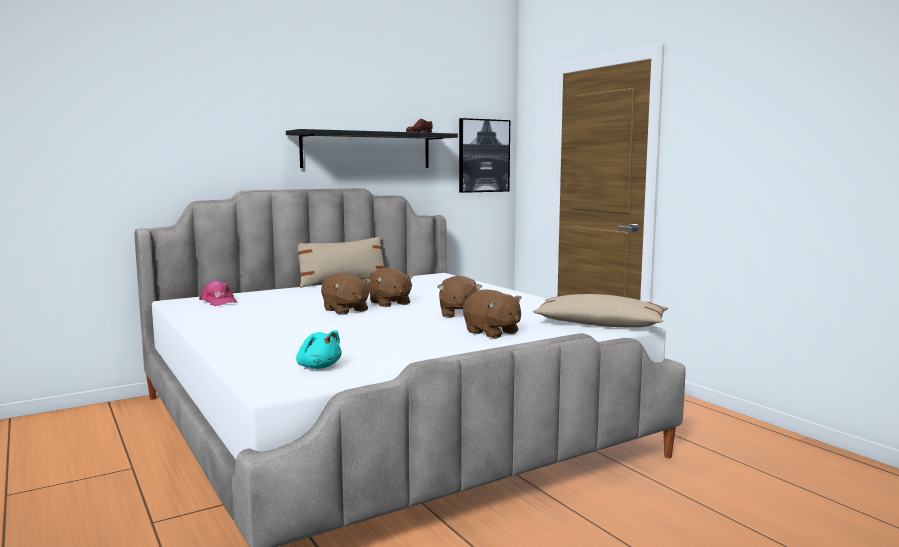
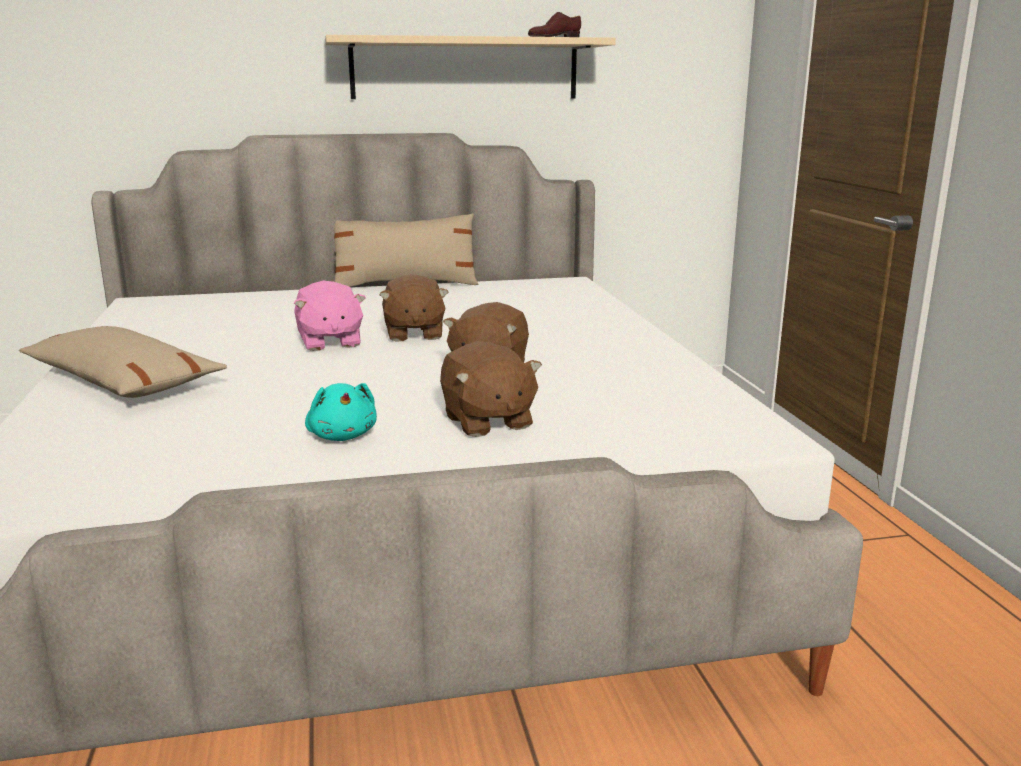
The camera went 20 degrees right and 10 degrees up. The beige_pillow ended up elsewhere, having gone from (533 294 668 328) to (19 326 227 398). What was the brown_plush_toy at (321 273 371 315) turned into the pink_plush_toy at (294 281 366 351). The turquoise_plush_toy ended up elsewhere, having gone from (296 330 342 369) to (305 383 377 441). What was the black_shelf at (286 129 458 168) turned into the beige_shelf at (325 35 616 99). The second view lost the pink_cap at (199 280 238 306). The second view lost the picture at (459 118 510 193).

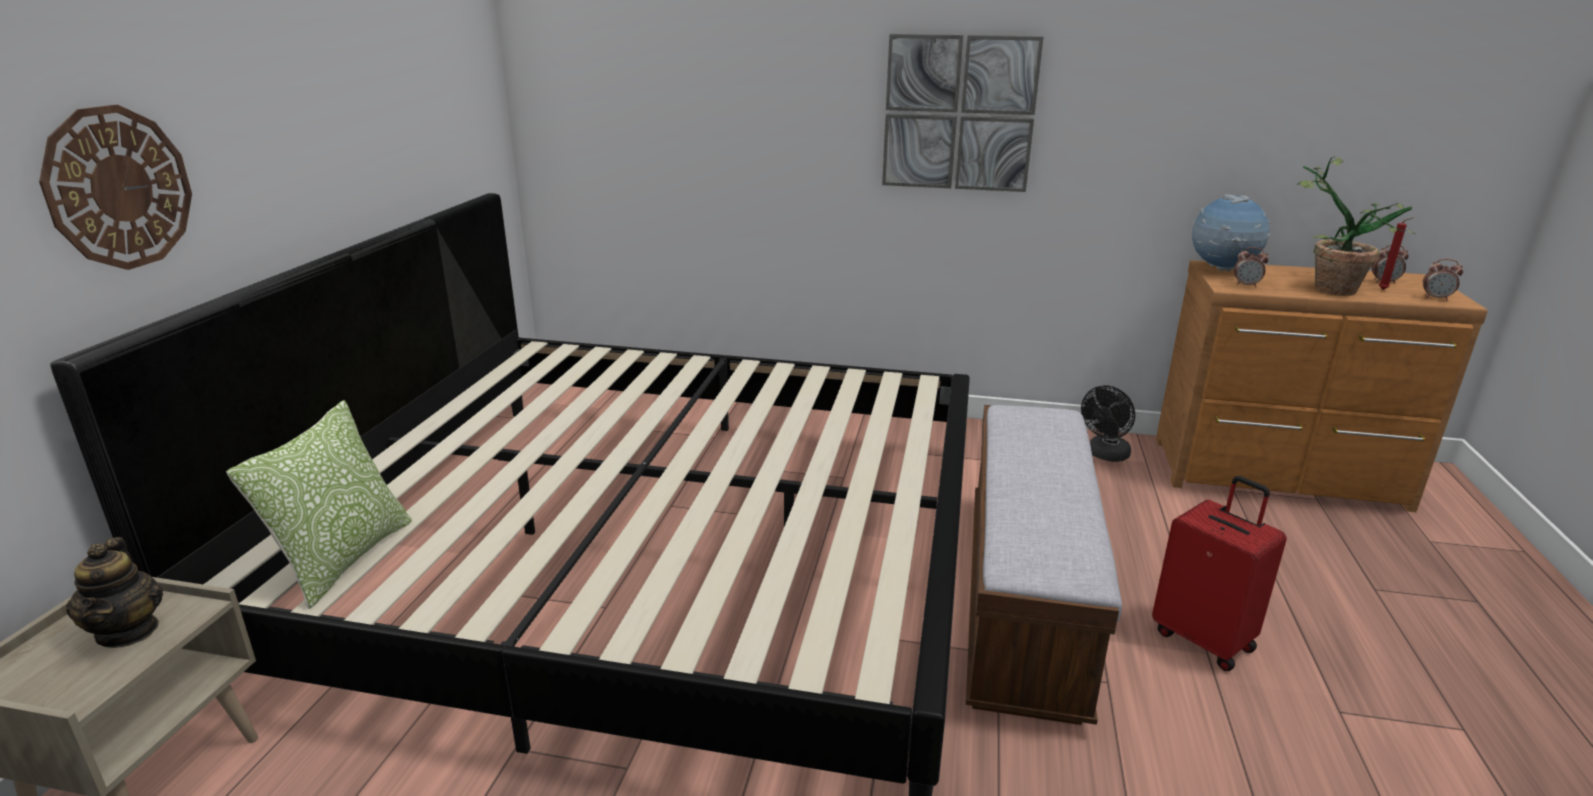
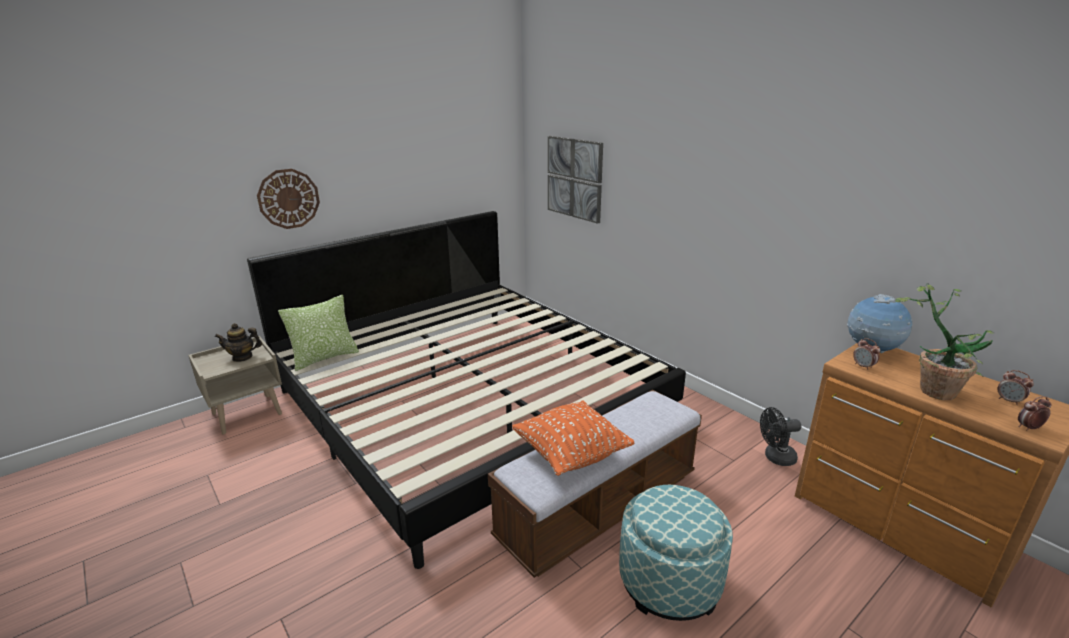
The camera went 40 degrees right and 0 degrees up. The teapot at (66 537 163 648) ended up facing another way, 60 degrees clockwise from before. The second view gained the orange_pillow at (512 400 634 476). The picture ended up elsewhere, having gone from (882 34 1043 192) to (548 136 603 224). Where the red_suitcase stood at (1152 476 1287 671), the ottoman came to stand at (619 485 733 621). The alarm_clock at (1423 259 1463 301) ended up facing another way, 105 degrees clockwise from before. The second view lost the red_candle at (1379 217 1414 290).

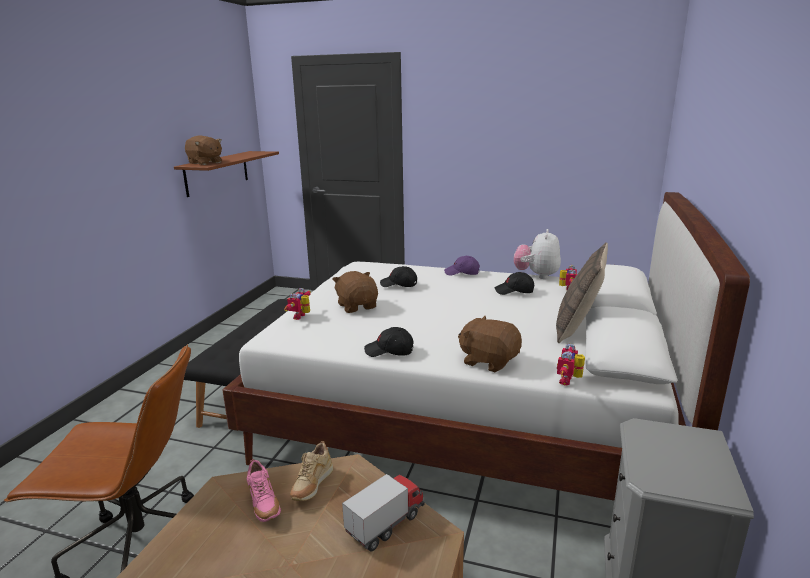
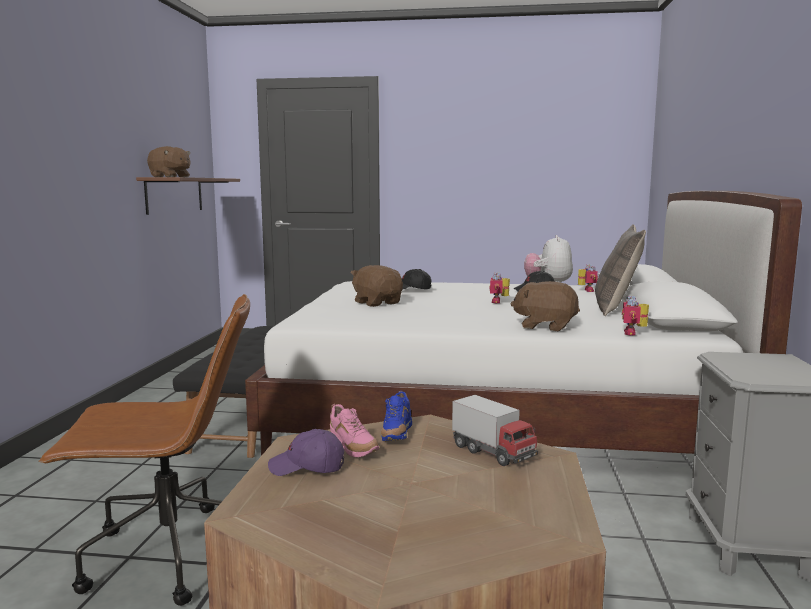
The camera went 10 degrees left and 10 degrees down. The purple_cap ended up elsewhere, having gone from (444 256 480 276) to (268 429 344 476). What was the beige_shoe at (290 441 333 501) turned into the blue_shoe at (381 391 412 441). The toy_truck at (342 474 424 552) ended up facing another way, 105 degrees clockwise from before. The toy_robot ended up elsewhere, having gone from (284 288 311 320) to (490 272 510 303). The second view lost the black_cap at (364 327 414 357).

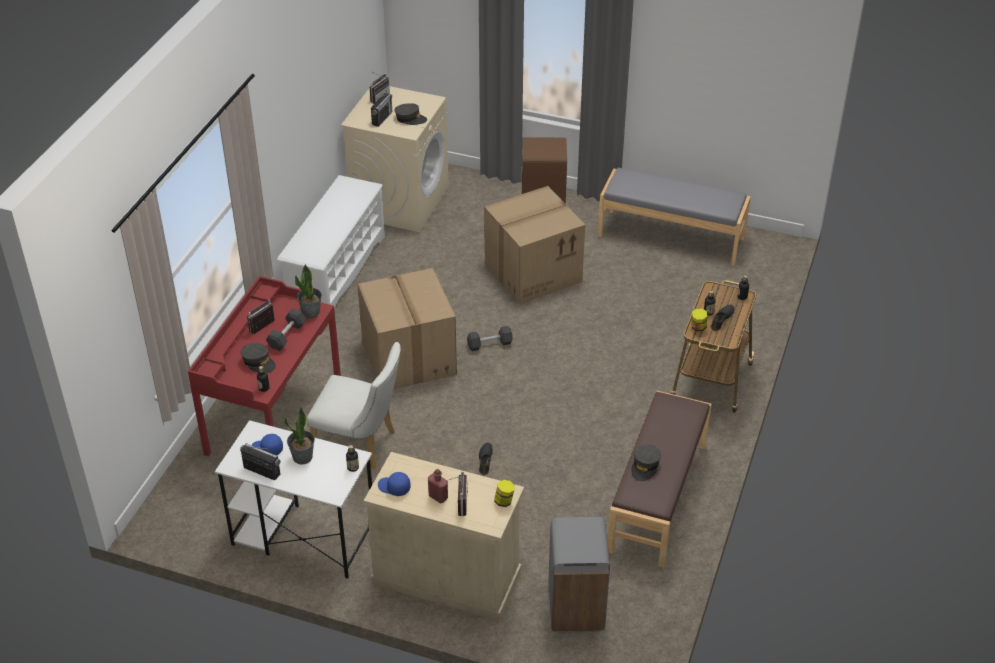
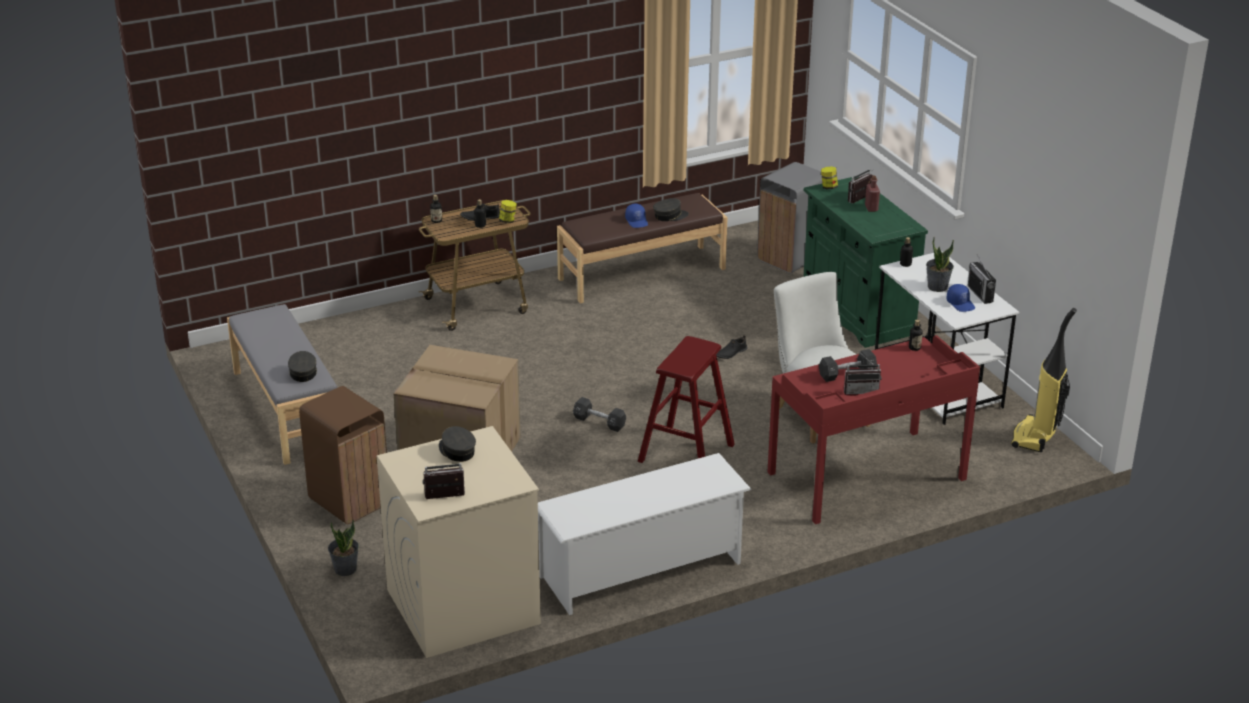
The camera went 135 degrees left and 10 degrees down. The grey_cap ended up elsewhere, having gone from (241 343 276 373) to (288 351 317 382). The potted_plant ended up elsewhere, having gone from (295 264 322 318) to (328 520 359 576). The blue_cap ended up elsewhere, having gone from (378 472 411 496) to (625 204 648 228). Where the cardboard_box stood at (358 268 457 389), the red_stool came to stand at (638 336 735 463). What was the beige_cabinet at (363 452 524 621) turned into the green_cabinet at (803 177 928 348). The second view gained the vacuum_cleaner at (1011 308 1077 452). The second view lost the radio at (371 93 392 127).

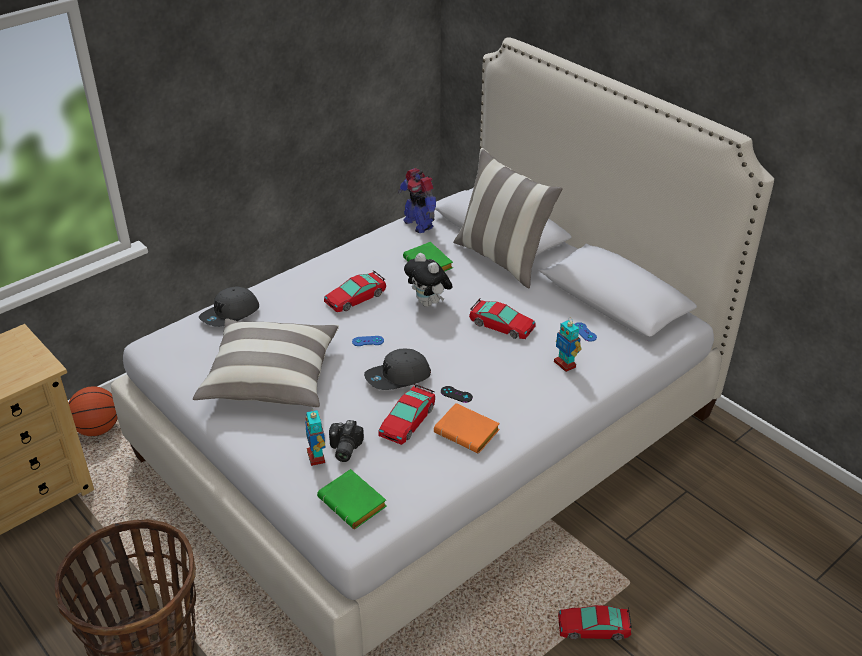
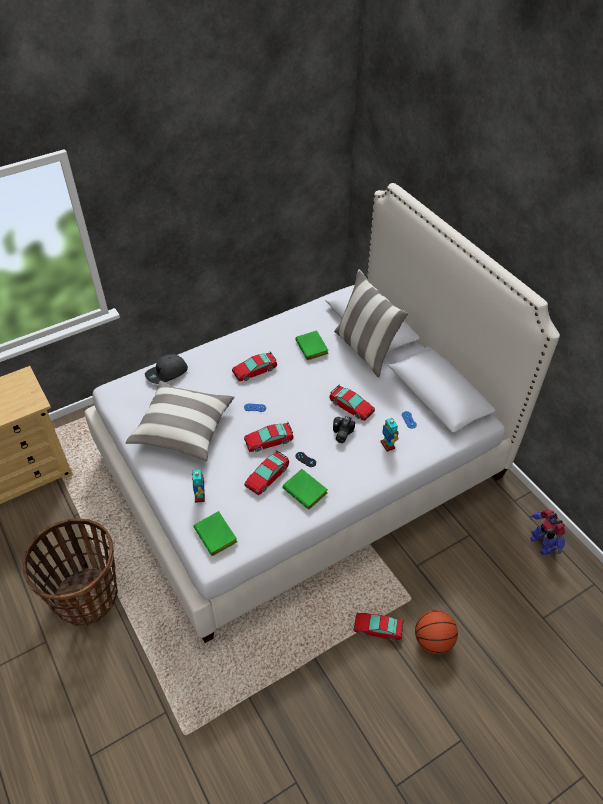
The camera went 10 degrees right and 10 degrees up. Where the grey_cap stood at (364 349 431 390), the toy_car came to stand at (244 422 294 452). What was the orange_book at (434 403 500 454) turned into the green_book at (282 469 328 510). The photo_camera ended up elsewhere, having gone from (329 420 364 462) to (333 416 355 443). The basketball ended up elsewhere, having gone from (68 386 118 436) to (415 610 458 654). The toy_robot ended up elsewhere, having gone from (398 168 436 233) to (529 510 565 555). The second view lost the plush_toy at (404 253 452 307).

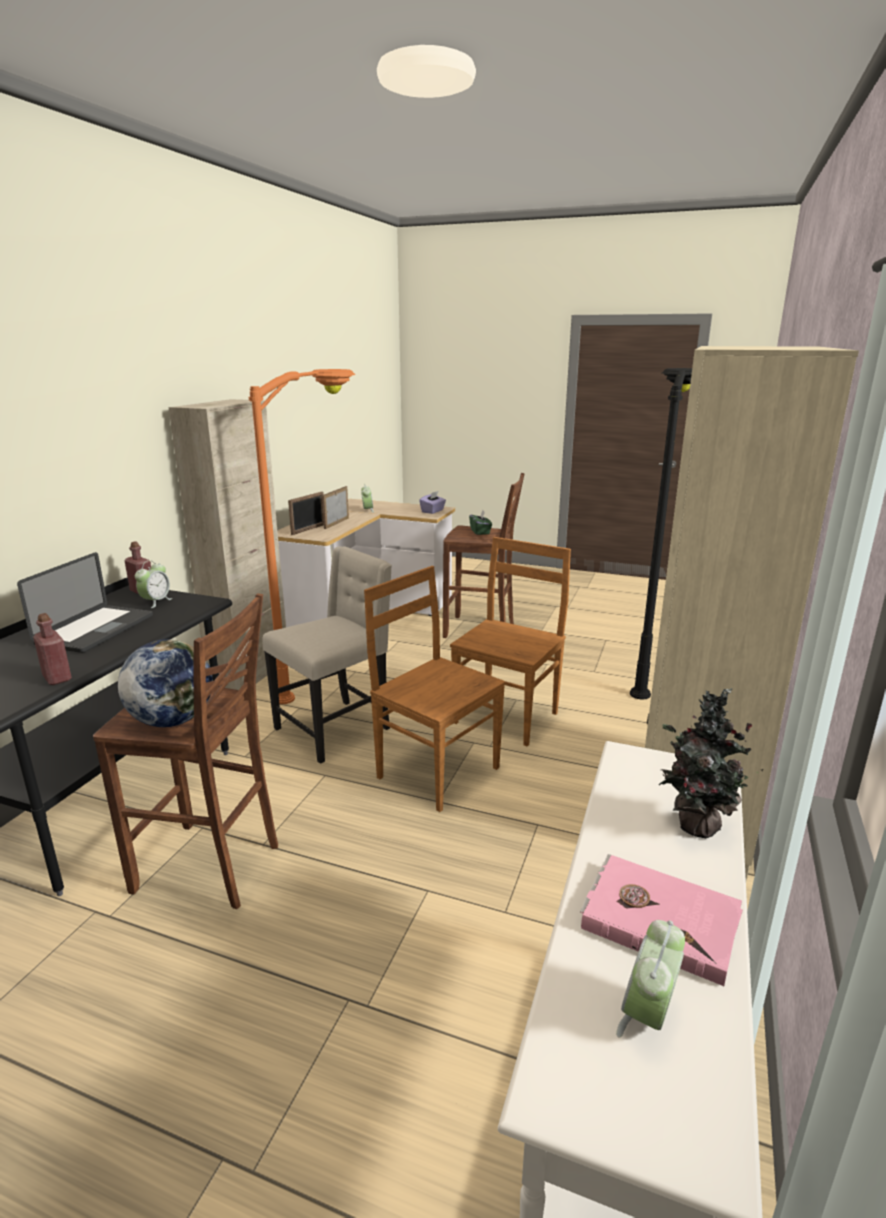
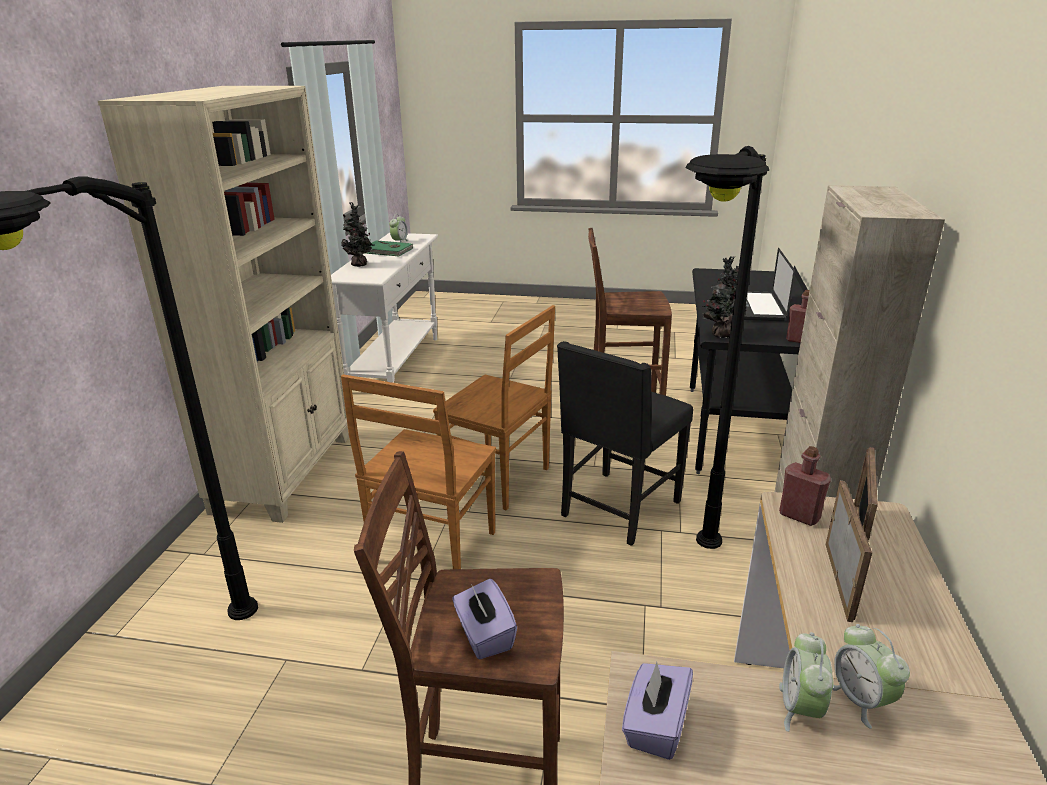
The camera went 170 degrees right and 5 degrees up. What was the pink_book at (580 854 743 986) turned into the green_book at (365 240 413 257). What was the green_tissue_box at (469 510 492 535) turned into the purple_tissue_box at (452 579 517 659). What was the beige_chair at (262 546 392 764) turned into the black_chair at (557 341 693 546). What was the orange_floor_lamp at (249 369 355 704) turned into the black_floor_lamp at (685 146 769 549). The second view gained the potted_plant at (702 256 747 338). The red_bottle ended up elsewhere, having gone from (33 613 72 685) to (779 446 831 526). The alarm_clock ended up elsewhere, having gone from (135 560 173 608) to (779 632 834 732). The second view lost the globe at (118 639 213 727).

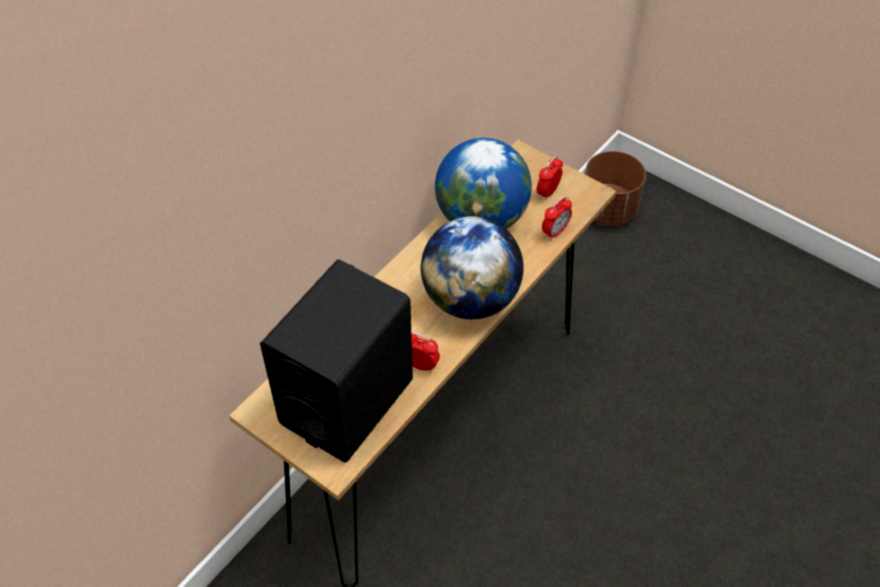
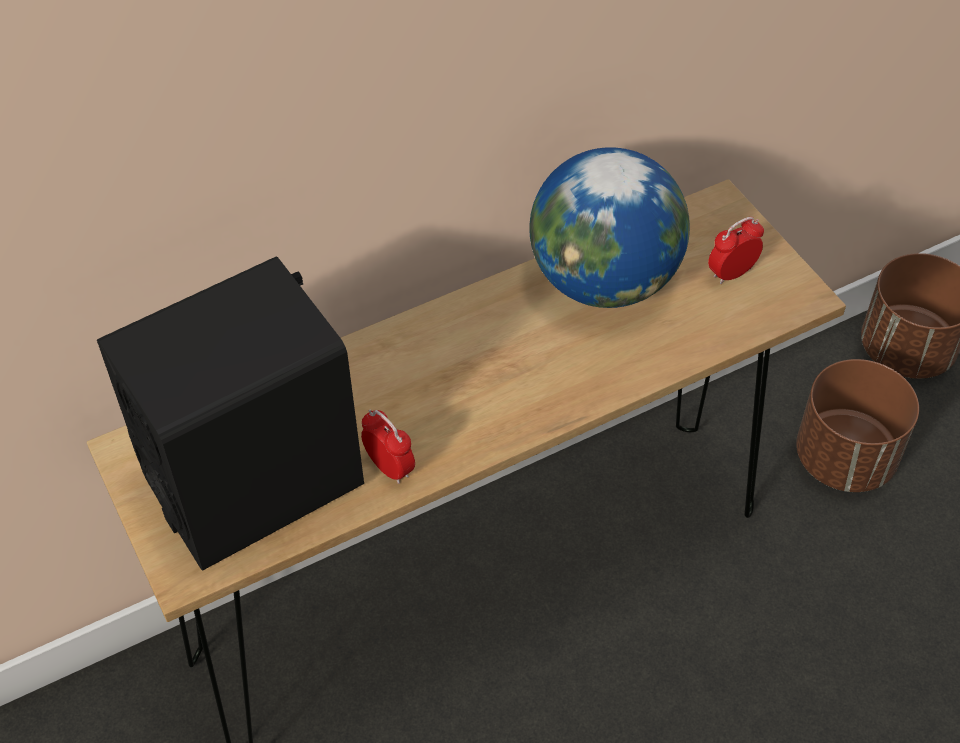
The camera went 25 degrees right and 0 degrees up. The second view gained the brown_planter at (796 359 919 492). The second view lost the globe at (421 216 524 319). The second view lost the alarm_clock at (542 196 572 240).

